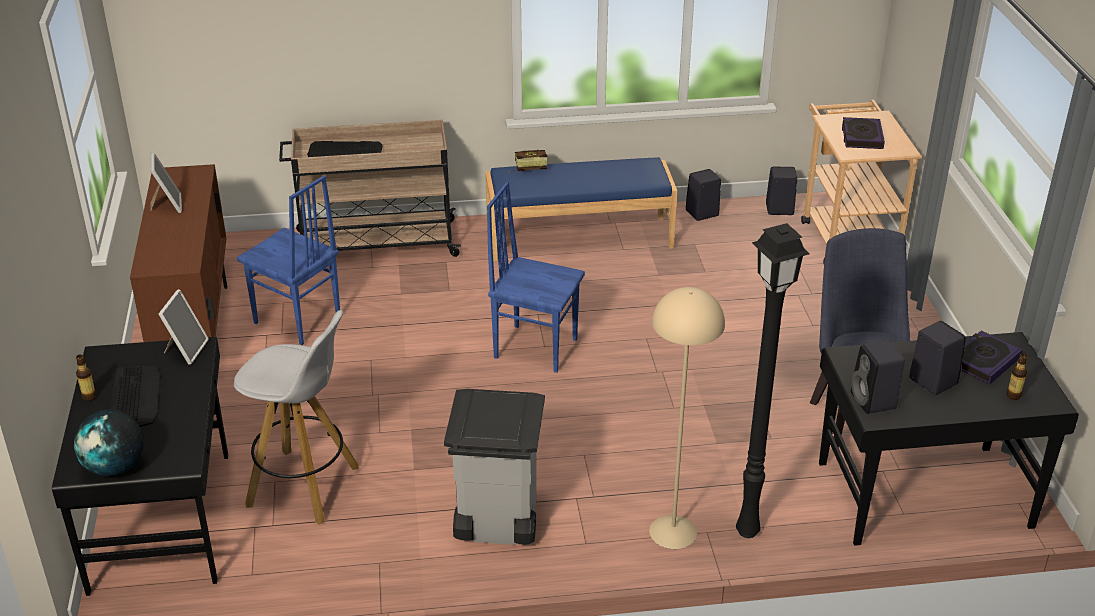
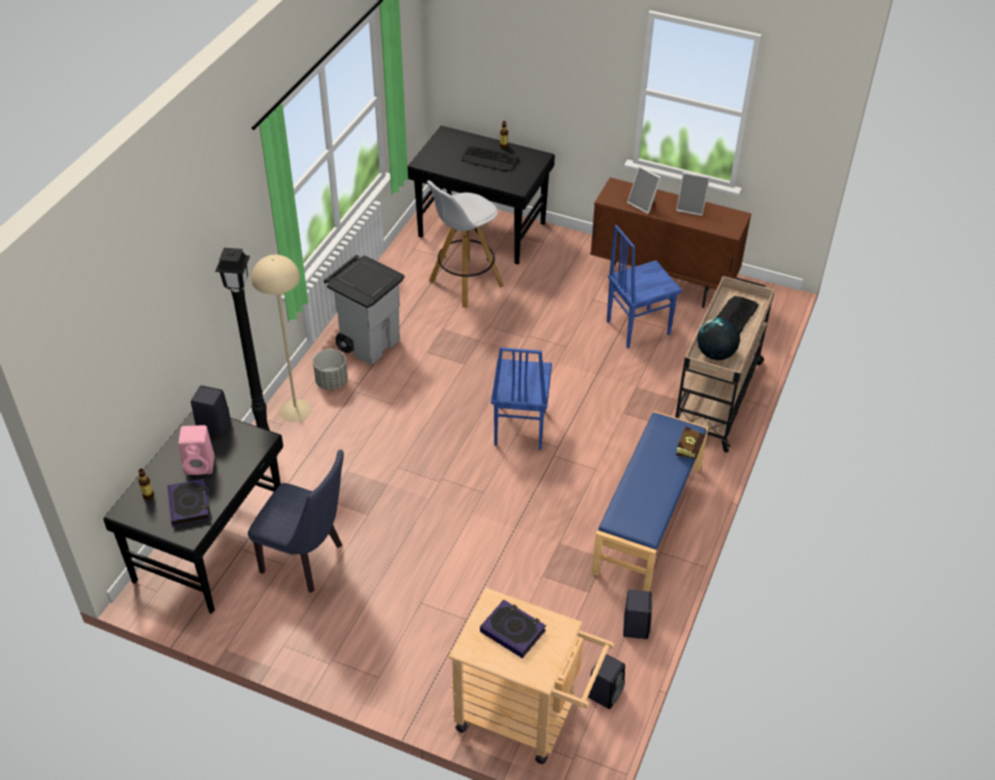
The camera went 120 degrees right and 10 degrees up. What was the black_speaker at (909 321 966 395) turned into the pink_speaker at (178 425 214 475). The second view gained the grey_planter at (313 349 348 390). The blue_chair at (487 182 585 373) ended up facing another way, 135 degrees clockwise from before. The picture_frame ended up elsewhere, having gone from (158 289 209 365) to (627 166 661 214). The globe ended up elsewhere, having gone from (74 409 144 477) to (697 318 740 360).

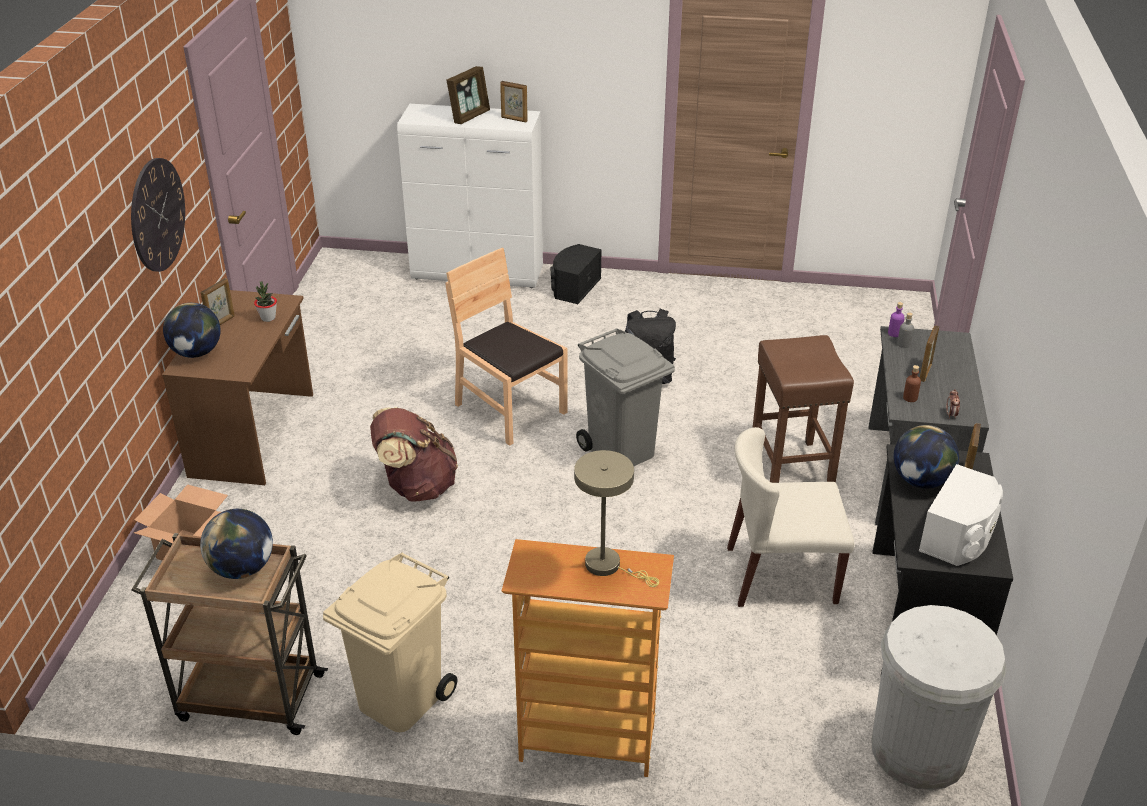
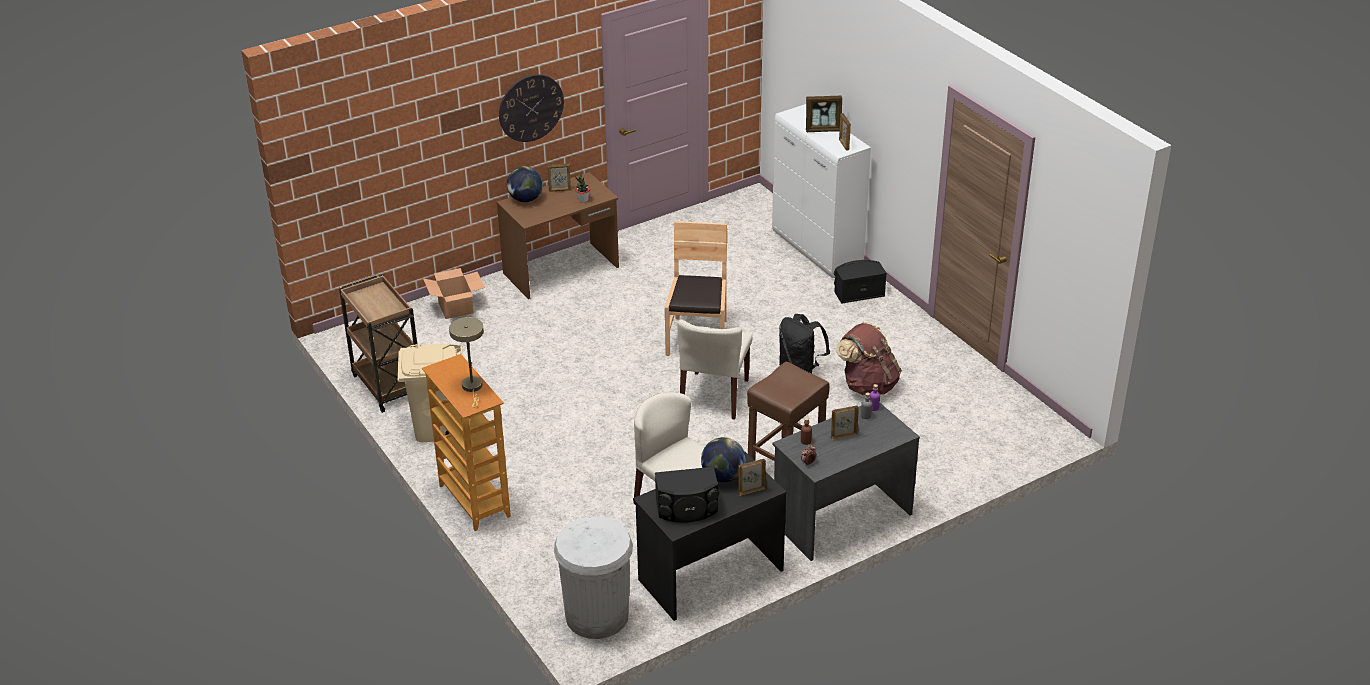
The camera went 50 degrees right and 0 degrees up. What was the white_speaker at (919 464 1003 566) turned into the black_speaker at (655 467 719 523). Where the grey_trash_can stood at (576 328 675 466), the beige_chair came to stand at (678 320 753 419). The brown_backpack ended up elsewhere, having gone from (370 407 458 502) to (836 322 902 395). The second view lost the globe at (200 509 273 579).

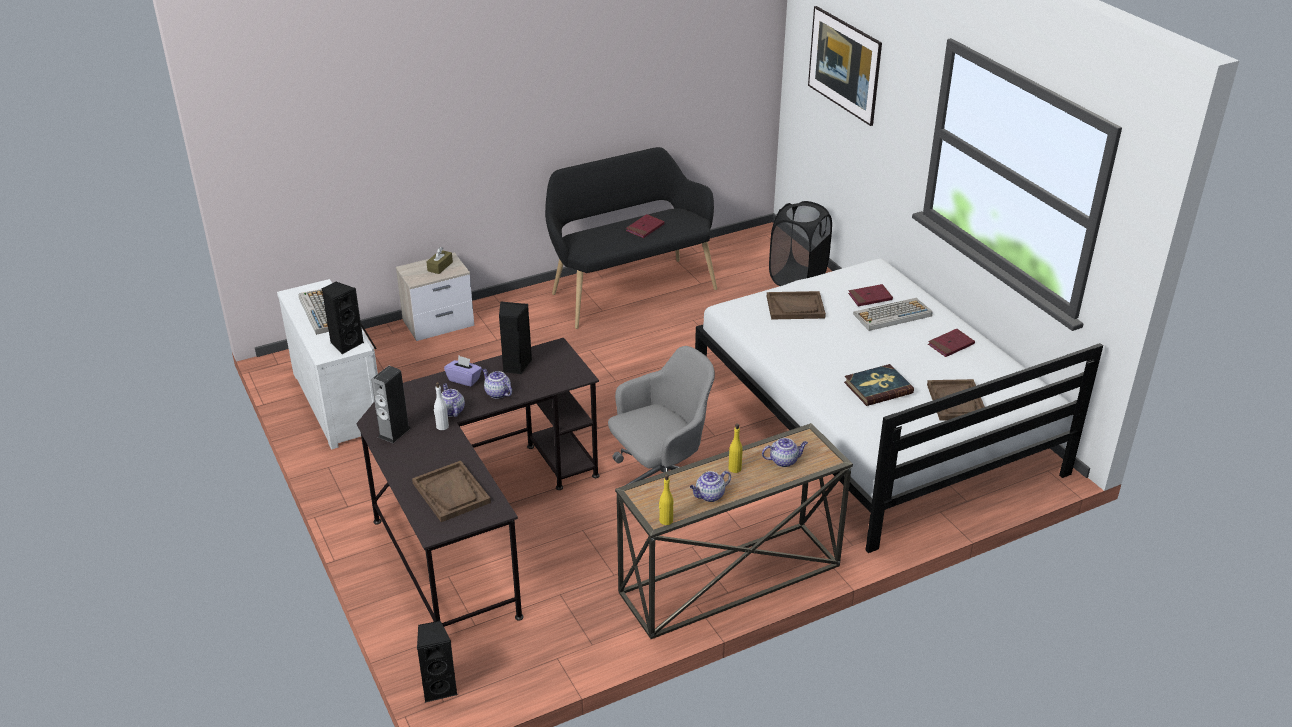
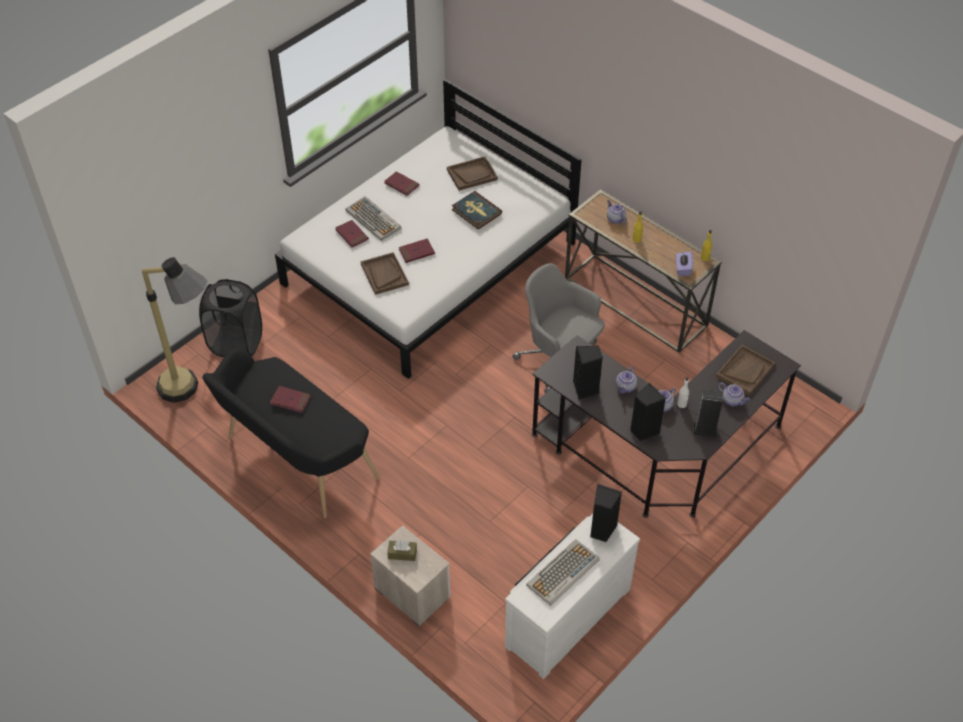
The camera went 110 degrees left and 15 degrees up. The second view gained the floor_lamp at (142 257 207 403). The second view gained the red_book at (399 238 435 263). The black_speaker ended up elsewhere, having gone from (417 620 458 703) to (630 383 666 441). The purple_tissue_box ended up elsewhere, having gone from (444 355 482 387) to (676 251 693 276). The teapot ended up elsewhere, having gone from (690 471 731 502) to (718 383 750 406). The second view lost the picture at (808 6 882 126).

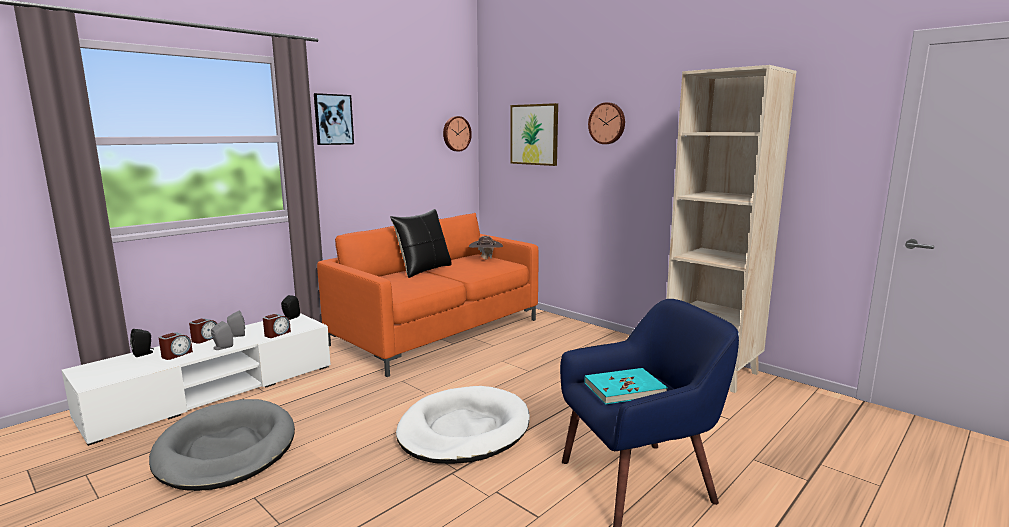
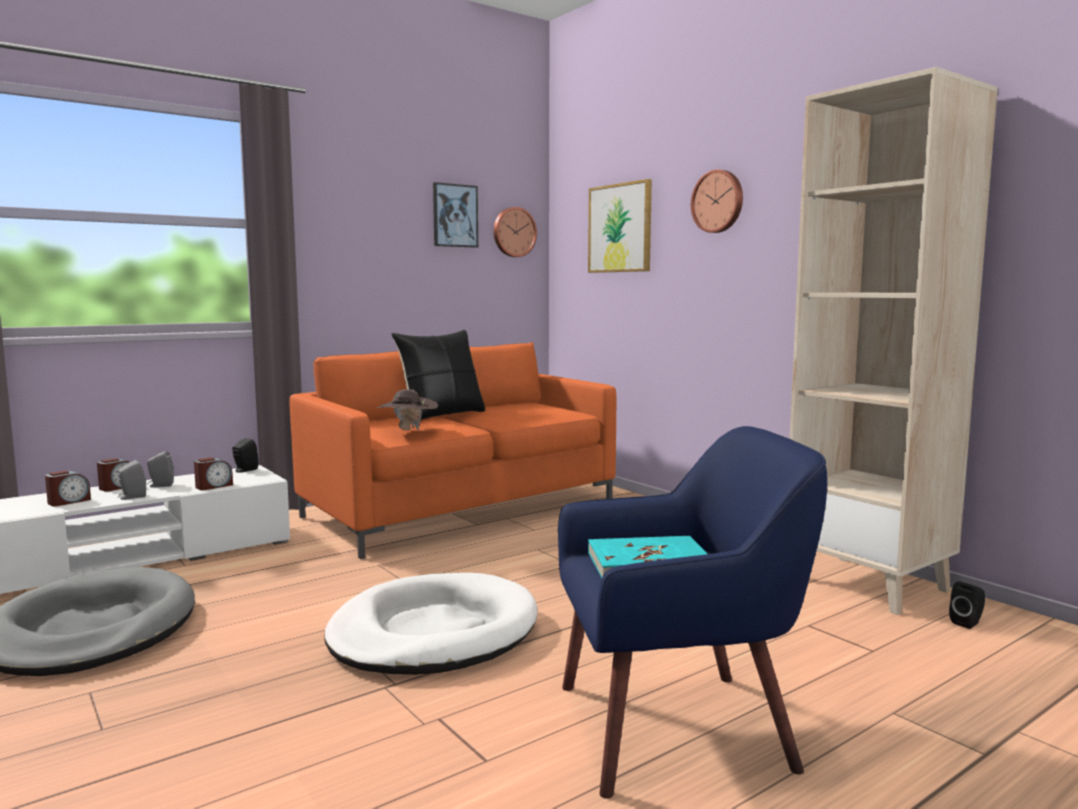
The camera went 10 degrees right and 5 degrees down. The brown_hat ended up elsewhere, having gone from (468 236 503 259) to (376 389 438 430). The picture ended up elsewhere, having gone from (314 93 354 145) to (433 182 478 248). The black_speaker ended up elsewhere, having gone from (130 329 153 357) to (949 581 985 629).

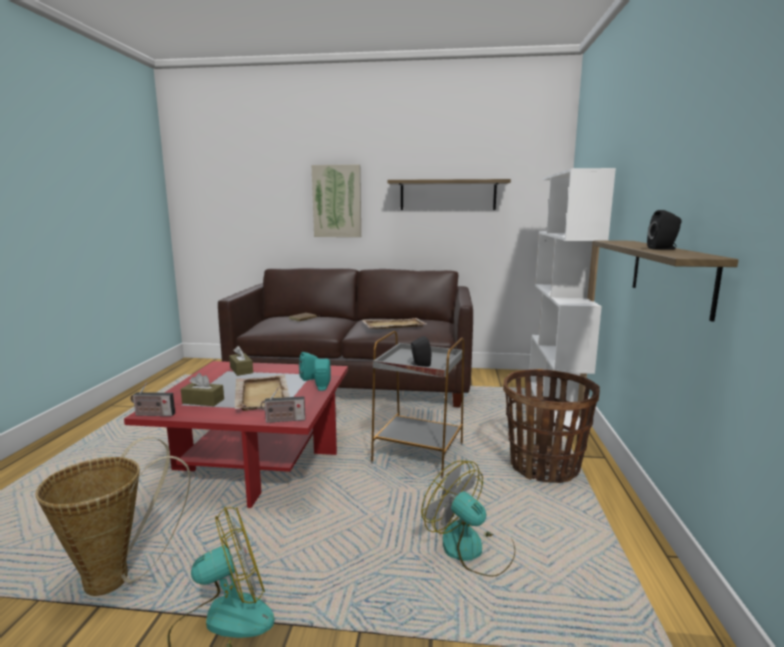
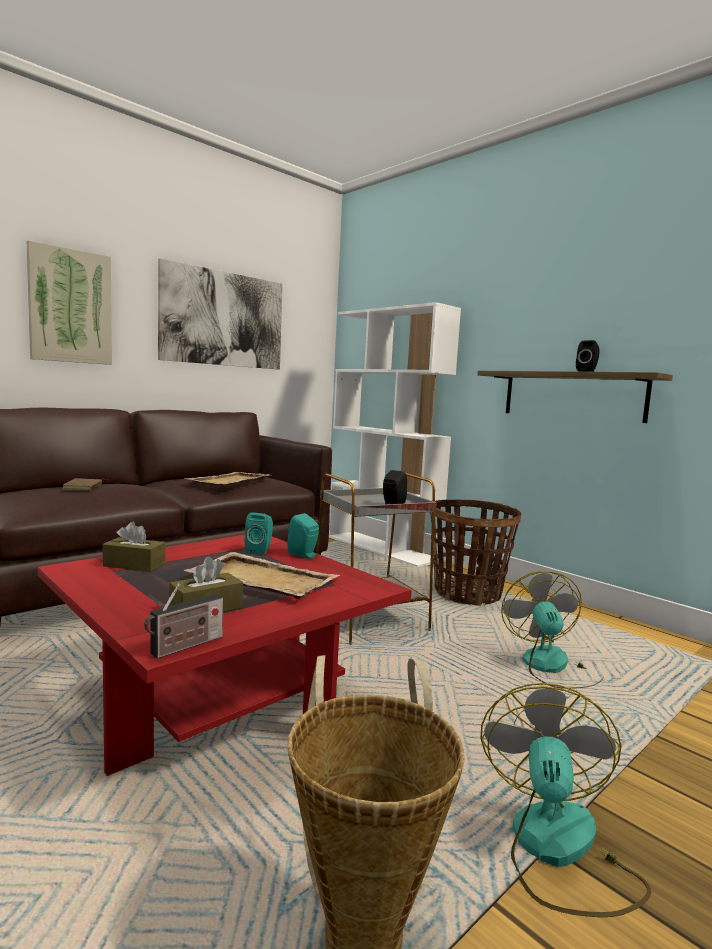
The camera went 50 degrees left and 5 degrees down. Where the shelf hung at (388 179 511 210), the picture came to hang at (158 258 283 370). The fan at (421 460 515 577) ended up facing another way, 90 degrees clockwise from before. The second view lost the radio at (261 387 305 423).

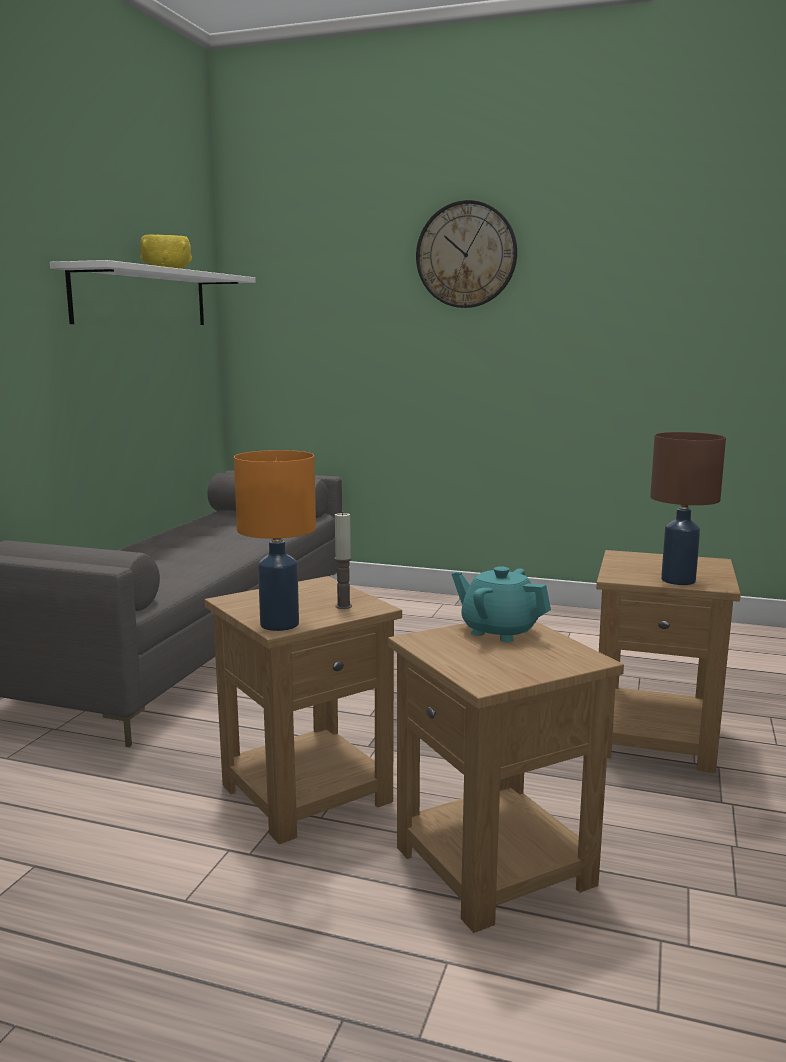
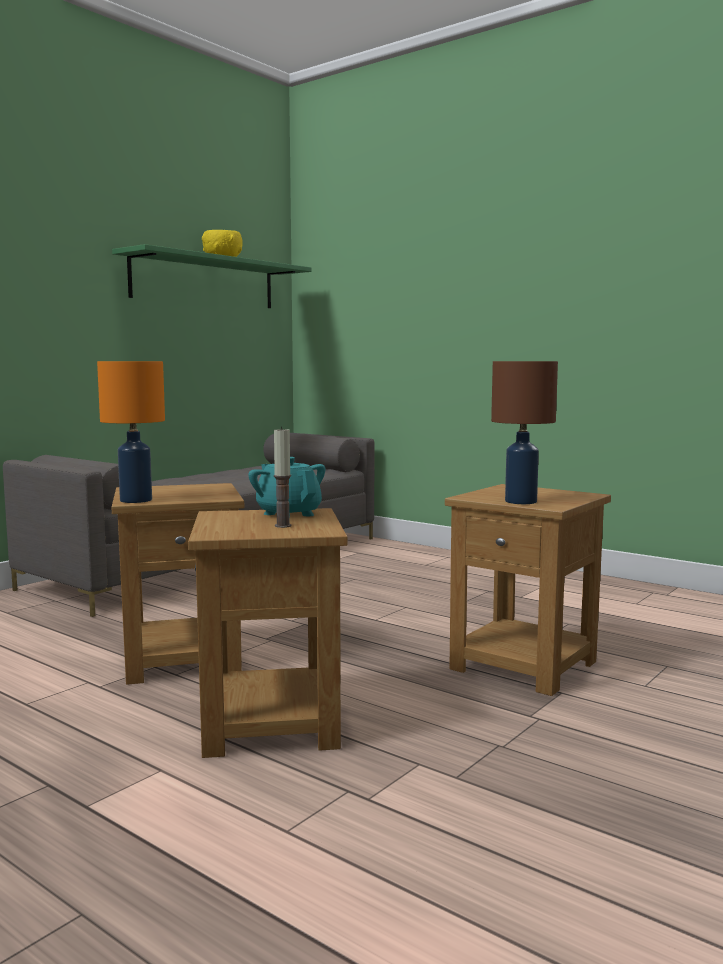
The camera went 20 degrees right and 5 degrees down. What was the white_shelf at (50 260 256 325) turned into the green_shelf at (112 244 312 308). The candle ended up elsewhere, having gone from (335 512 352 609) to (274 427 292 528). The second view lost the wall_clock at (416 200 517 308).

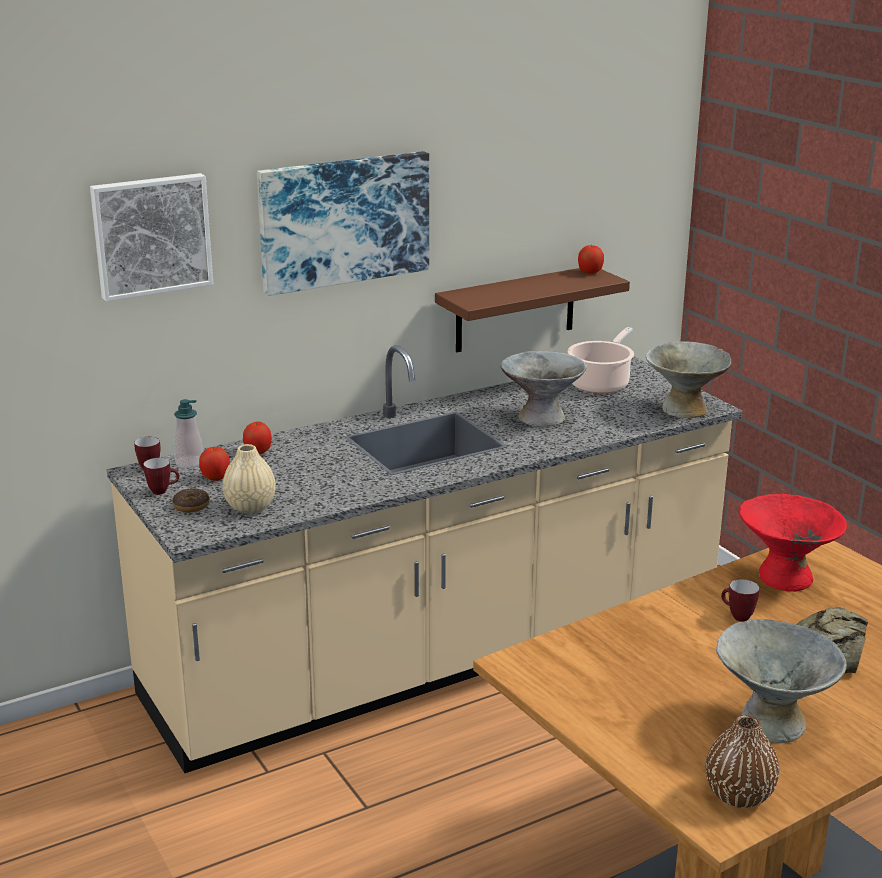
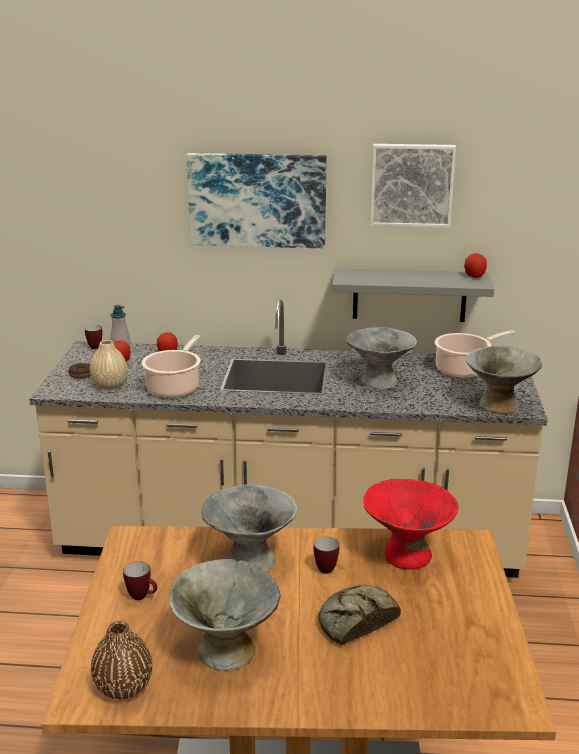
The camera went 35 degrees right and 0 degrees up. The mug ended up elsewhere, having gone from (143 458 179 495) to (123 561 157 600). The second view gained the cooking_pot at (142 335 201 398). The second view gained the grey_bowl at (202 484 297 572). What was the brown_shelf at (435 268 630 352) turned into the grey_shelf at (332 268 494 322). The picture ended up elsewhere, having gone from (90 173 213 301) to (370 144 456 228).

